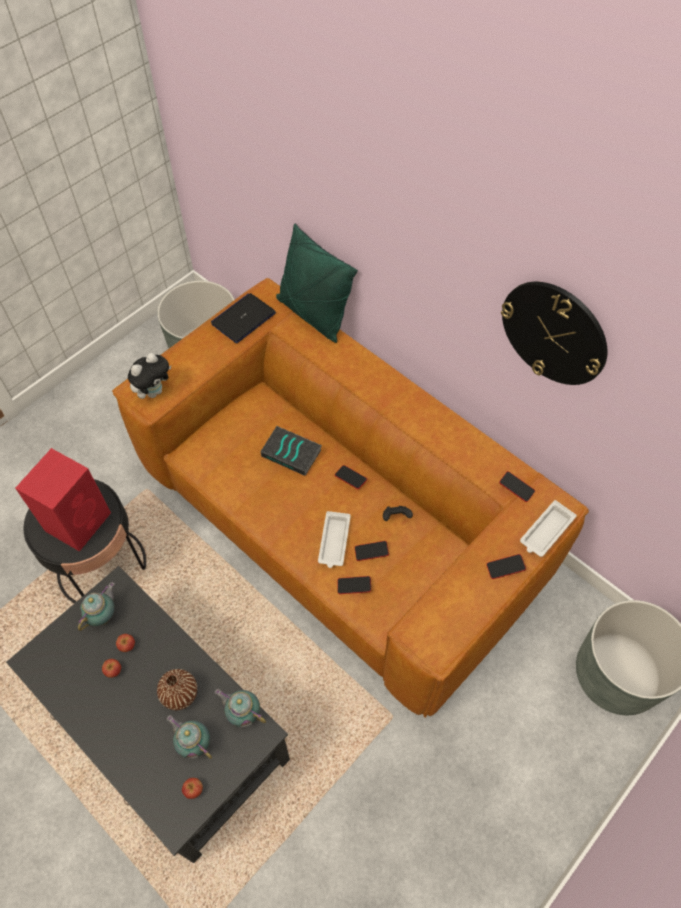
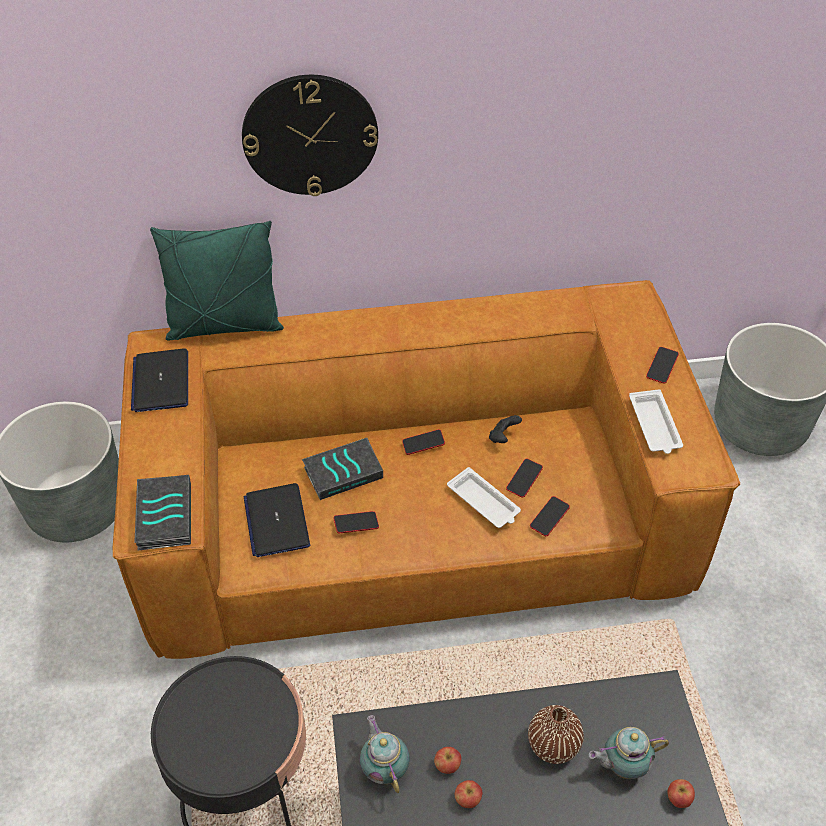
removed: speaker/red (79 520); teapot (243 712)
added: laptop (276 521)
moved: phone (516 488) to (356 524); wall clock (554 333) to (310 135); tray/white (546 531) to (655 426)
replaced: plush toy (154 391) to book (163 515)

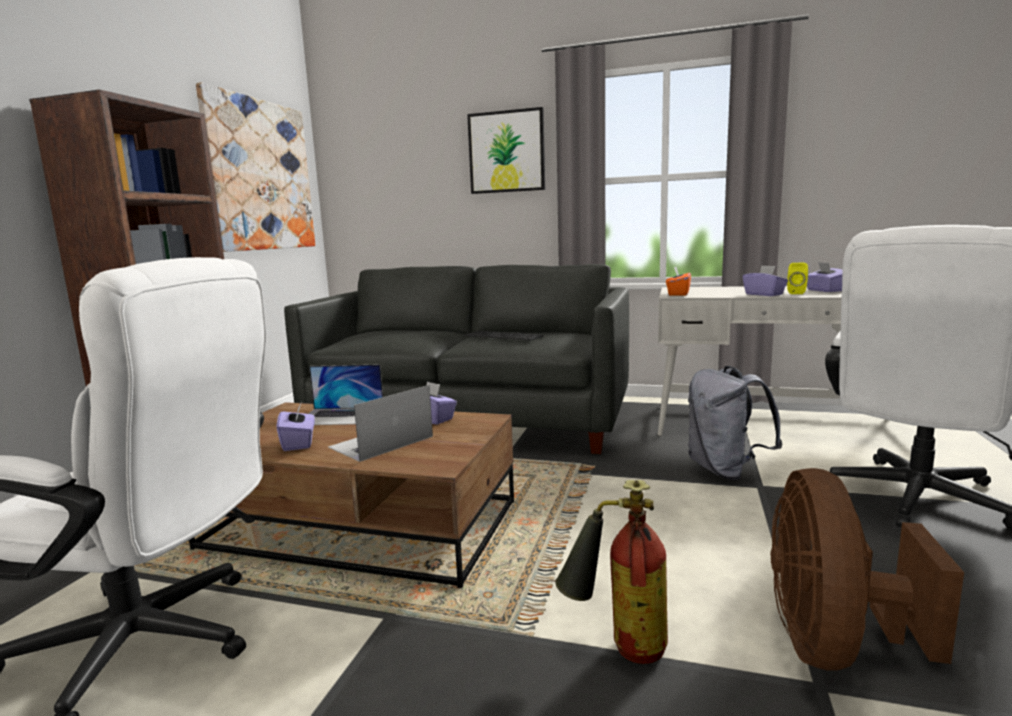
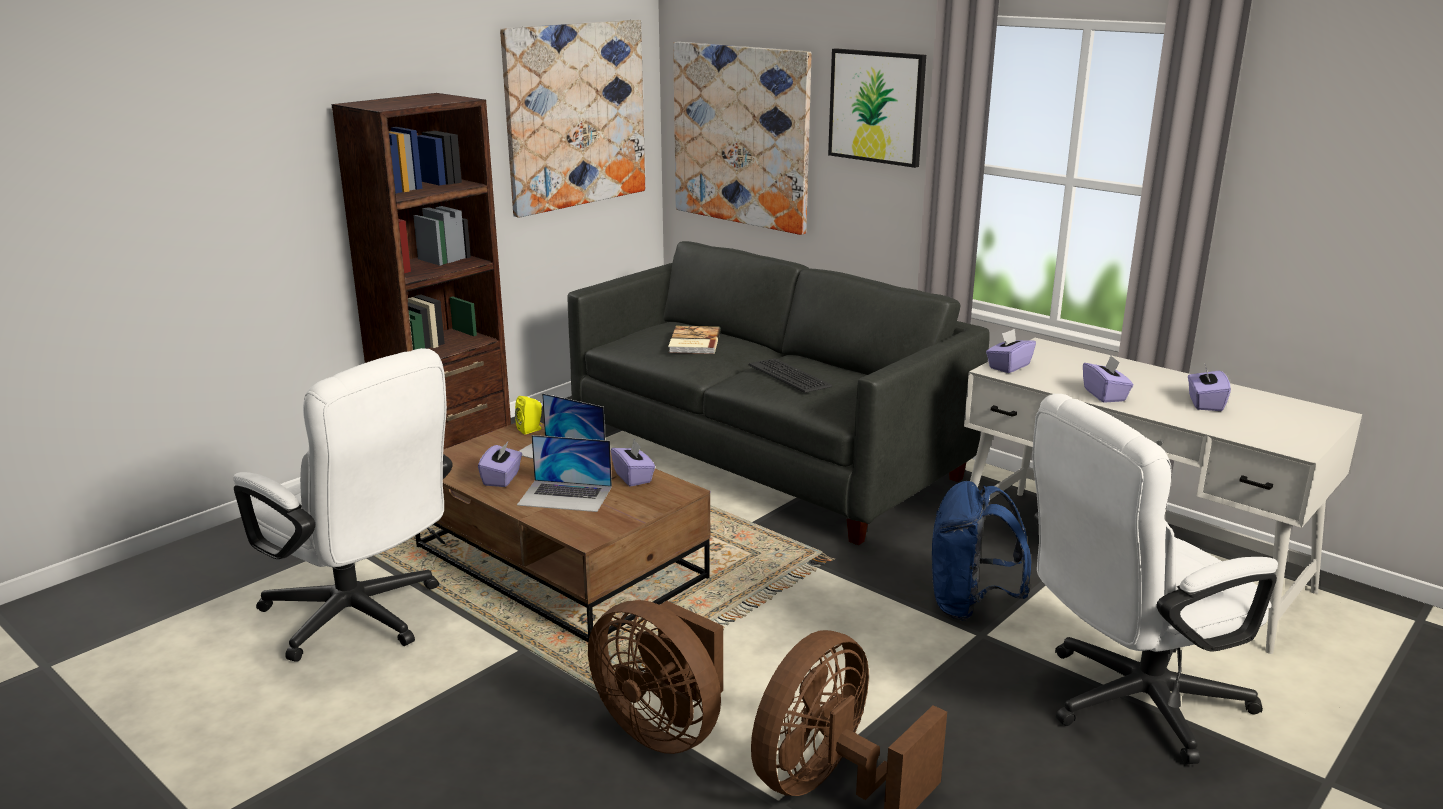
added: book (693 342); picture (741 136)
moved: speaker/yellow (797 293) to (531 429)
replaced: fire extinguisher (617 647) to fan/brown (663 728)
recoloured: tissue box/orange (678 294) to tissue box/purple (1008 366); backpack/grey (725 470) to backpack/blue (970 605)
turned: laptop (381 442) = (565 496) 150 degrees counterclockwise

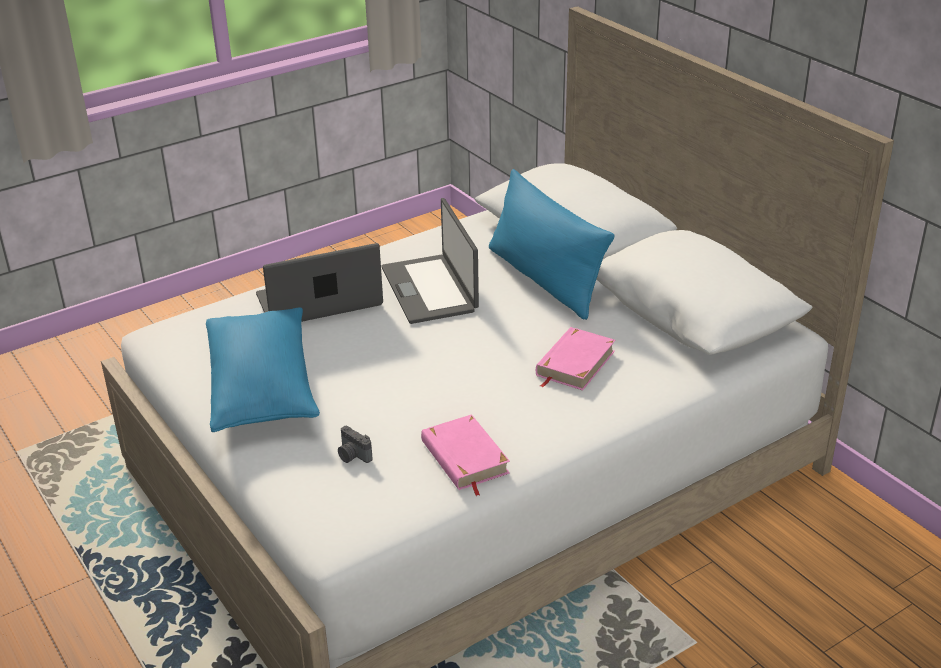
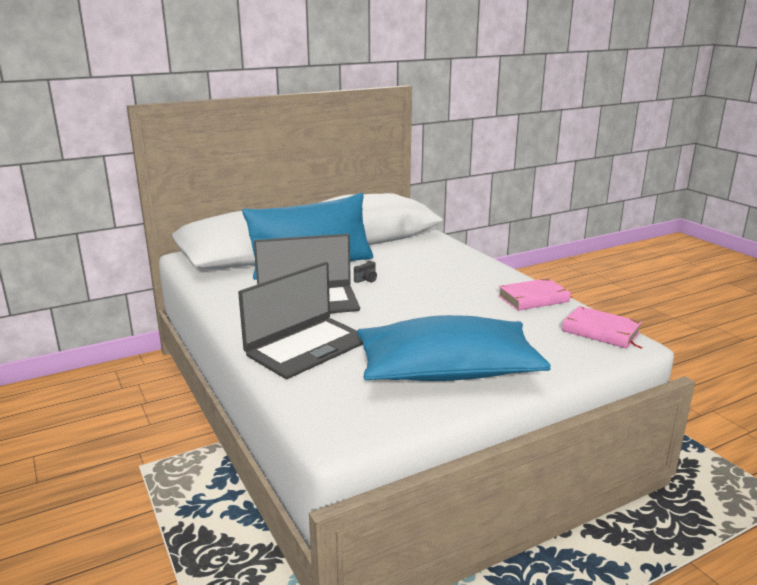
moved: photo camera (352 456) to (367 280); book/pink (574 363) to (601 332)
turned: laptop (320 302) = (307 347) 120 degrees counterclockwise

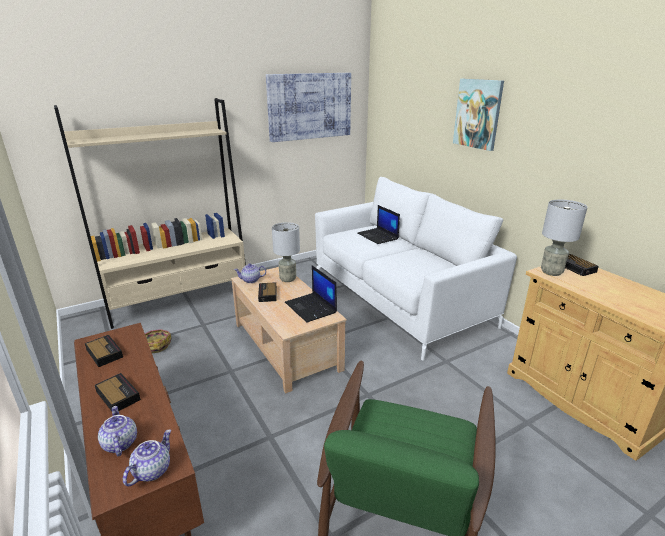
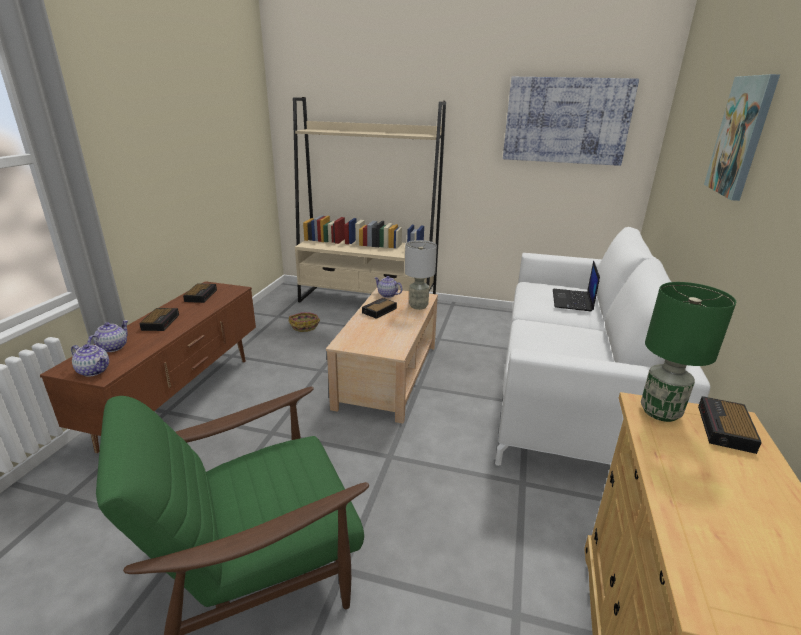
removed: laptop (311 308)
recoloured: table lamp/grey (551 272) to table lamp/green (659 411)
turned: teapot (152 470) = (94 371) 45 degrees clockwise

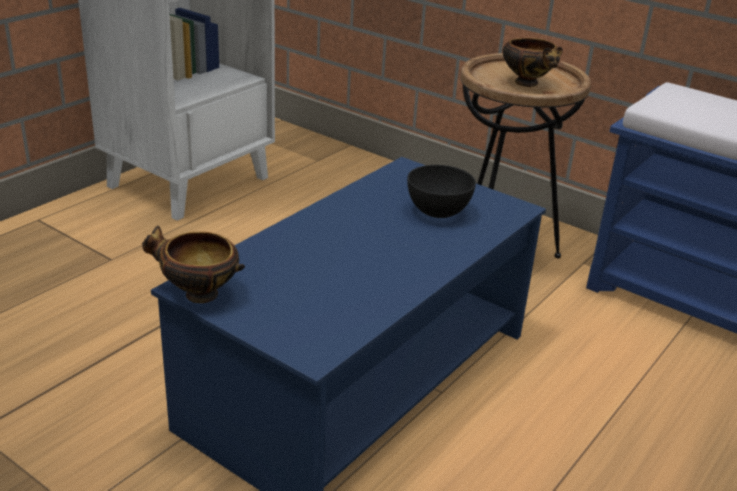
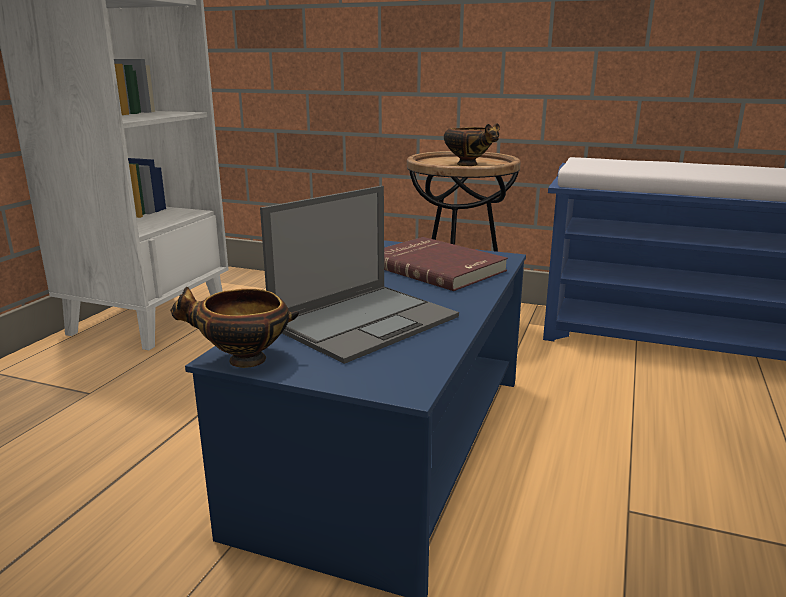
added: laptop (366 321)
replaced: bowl/black (438 211) to book/red (437 267)

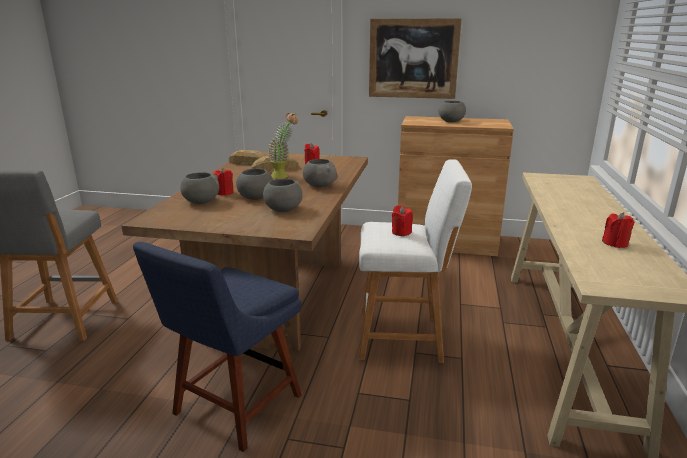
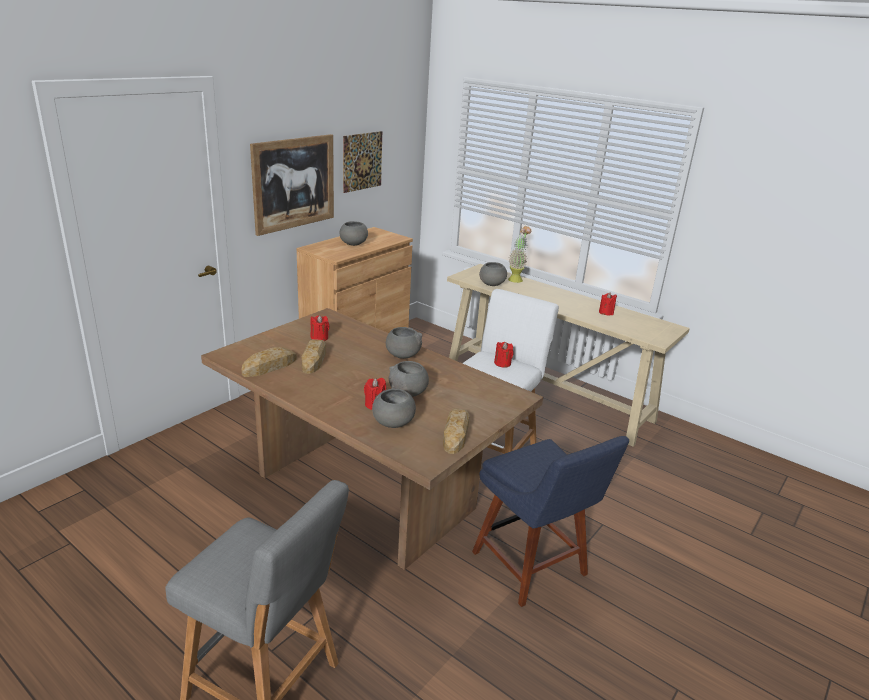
added: picture (362 161); bread (456 434)
moved: bowl/grey (283 209) to (492 284); potted plant (284 176) to (516 279)

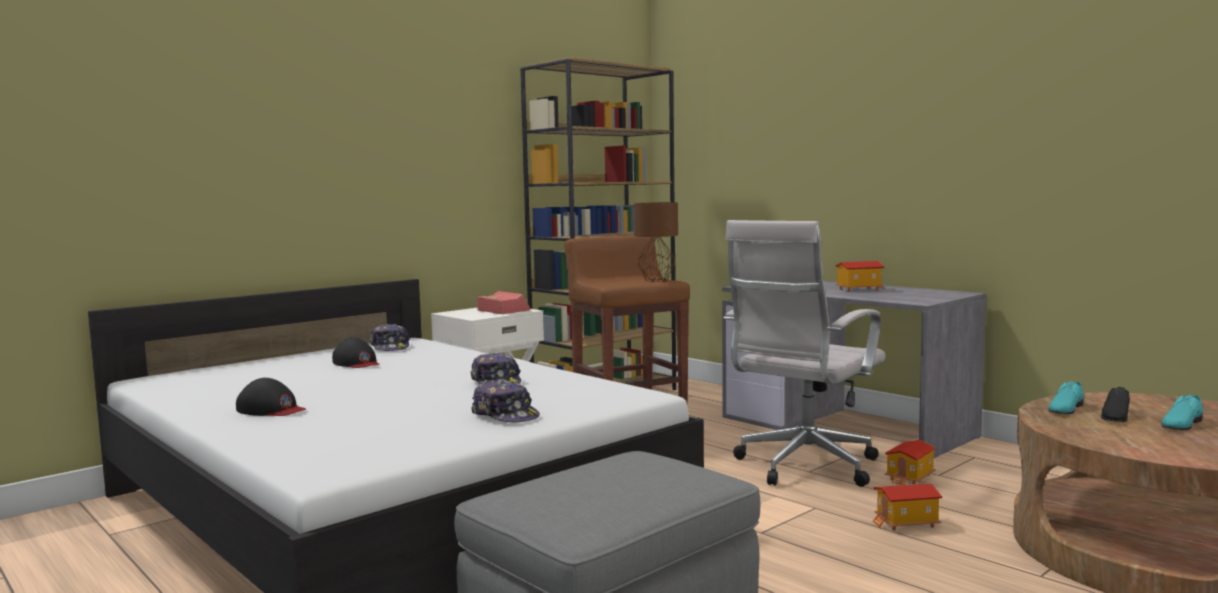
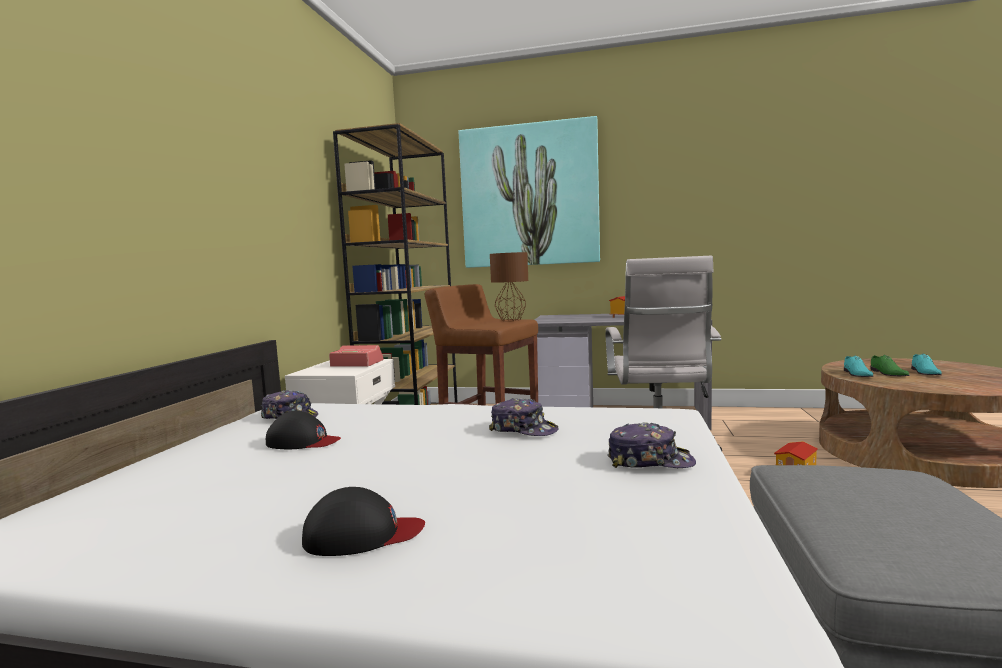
removed: toy house (910 478)
added: picture (529 196)
recoloured: shoe/black (1115 416) to shoe/green (887 373)

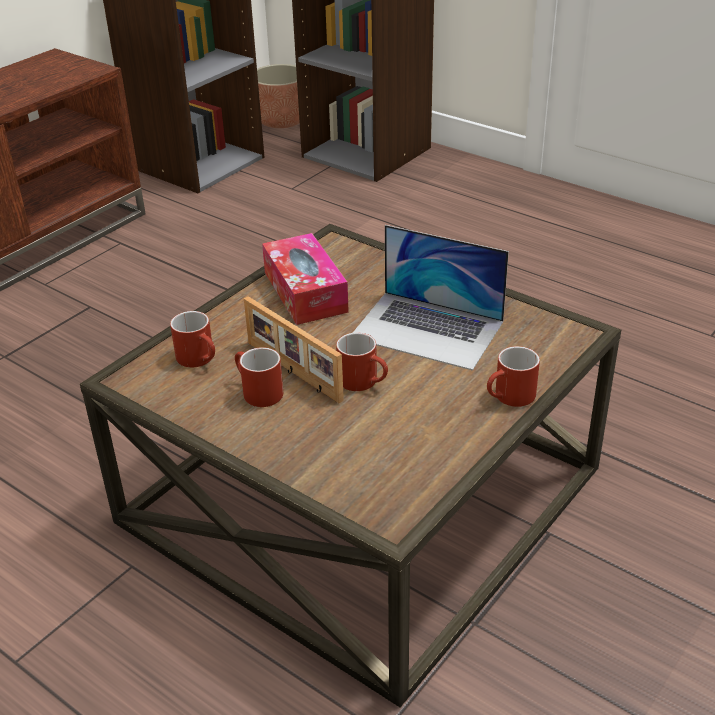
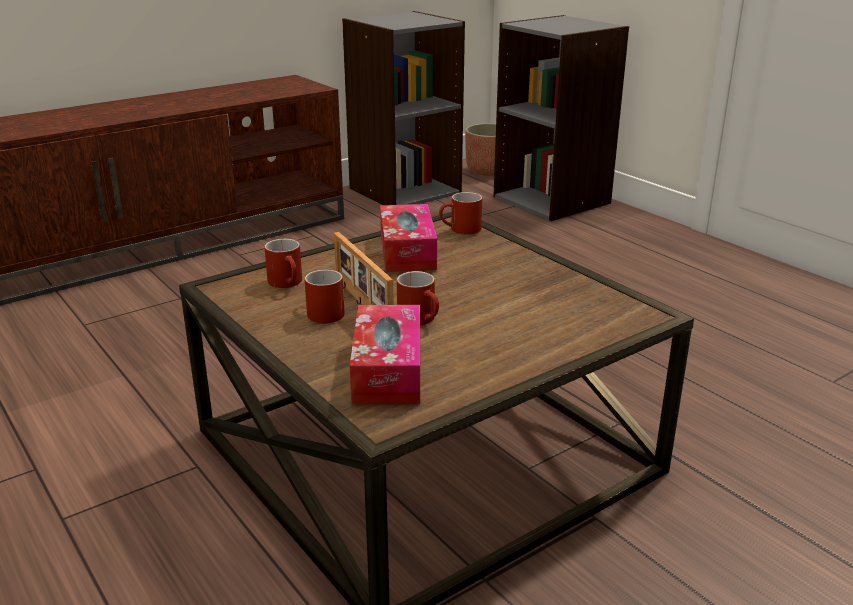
removed: laptop (427 329)
added: tissue box (387 370)
moved: mug/red (510 398) to (460 230)

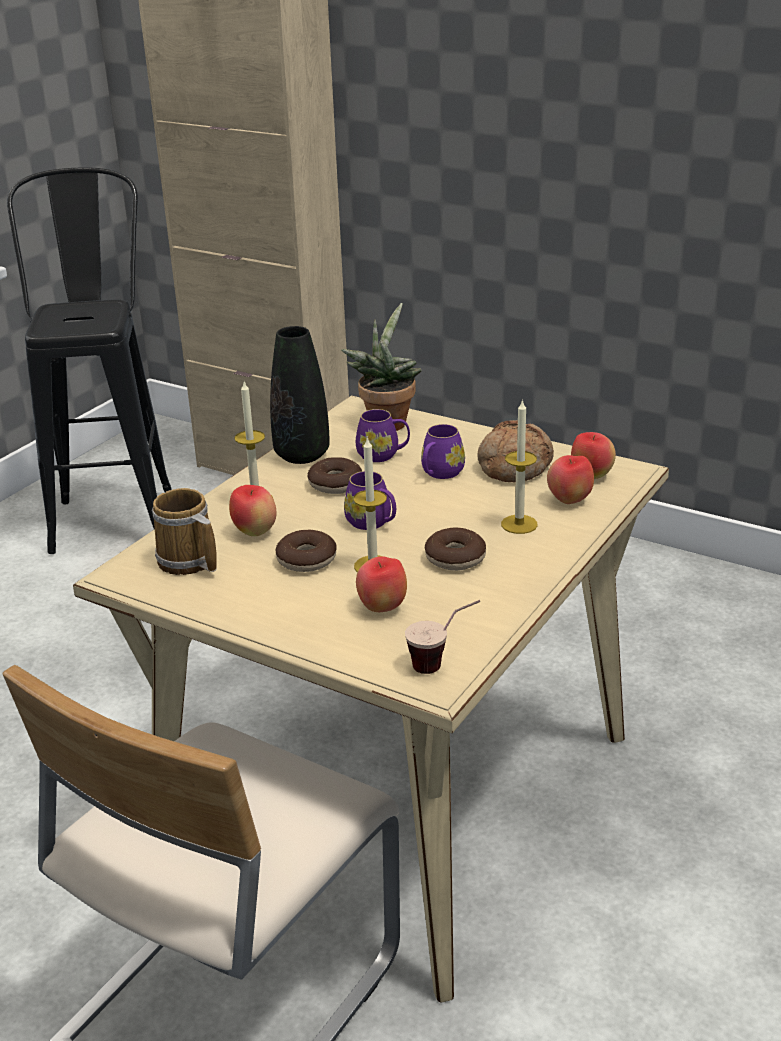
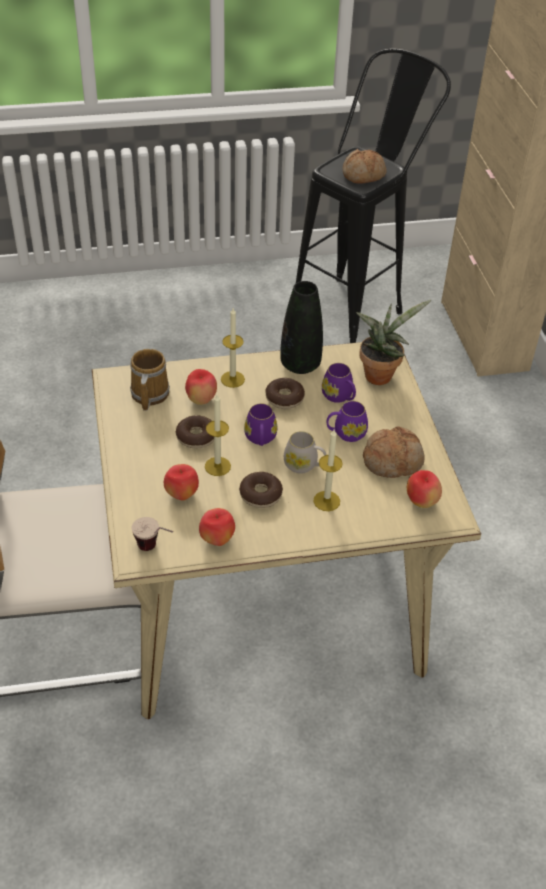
added: mug/white (304 465); bread (363 175)
moved: apple (569 501) to (217 539)

